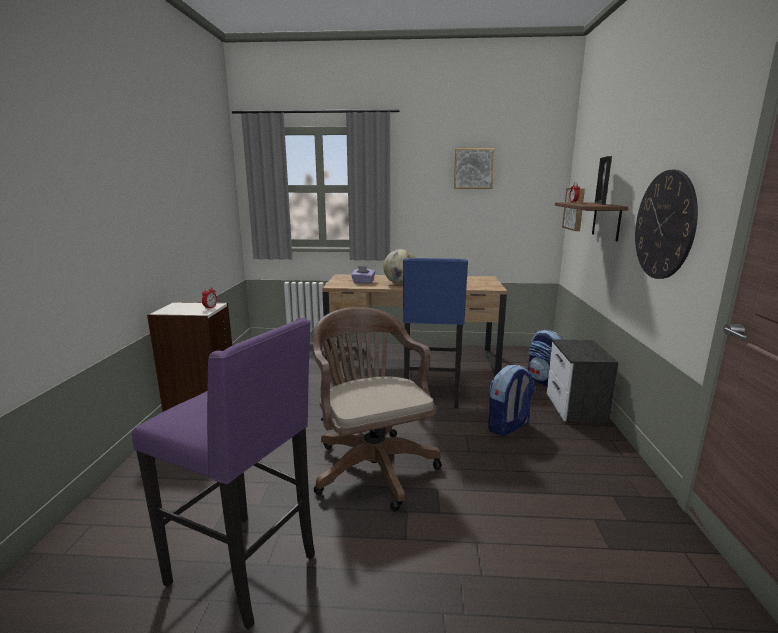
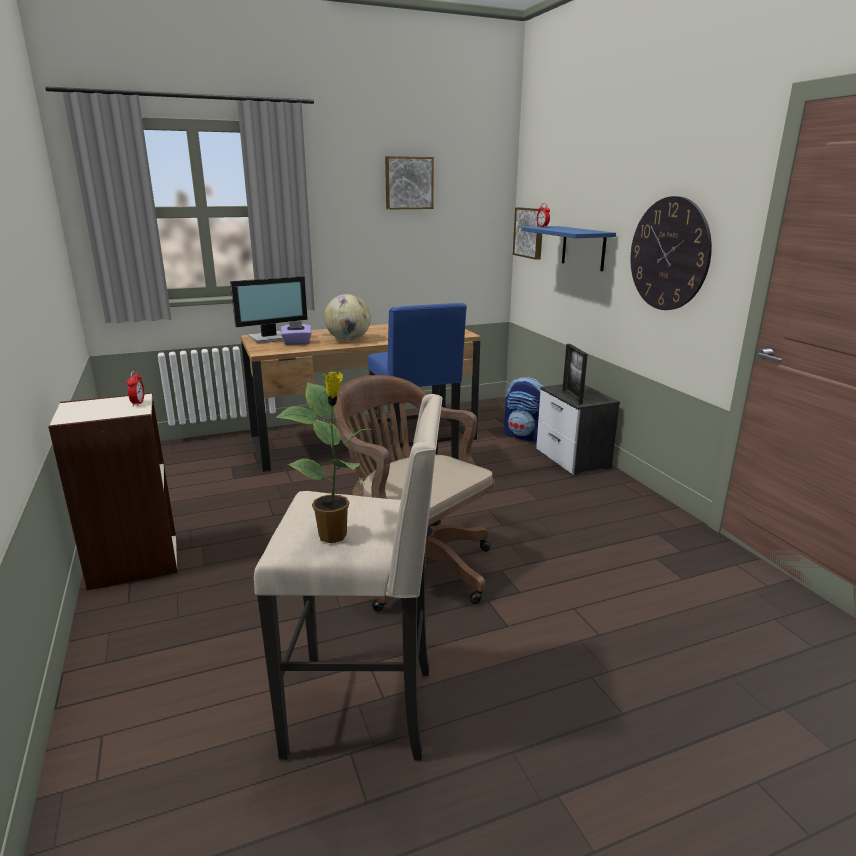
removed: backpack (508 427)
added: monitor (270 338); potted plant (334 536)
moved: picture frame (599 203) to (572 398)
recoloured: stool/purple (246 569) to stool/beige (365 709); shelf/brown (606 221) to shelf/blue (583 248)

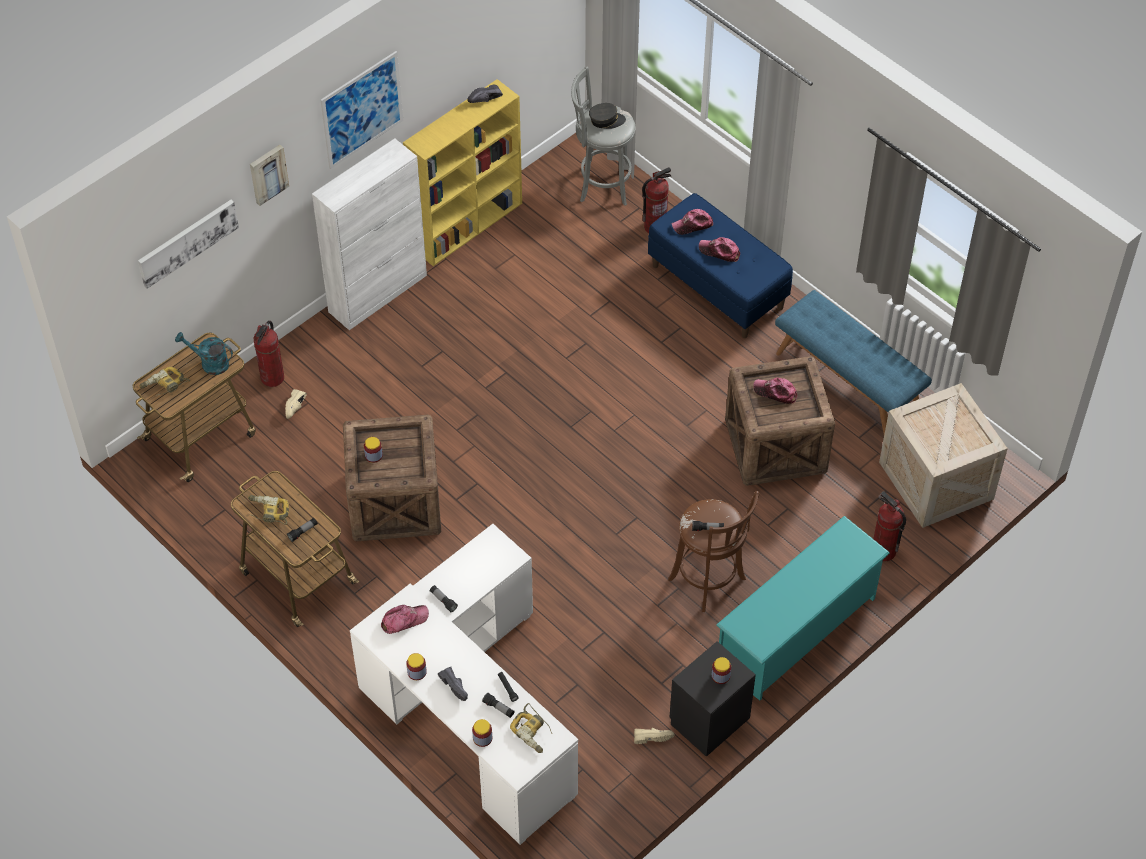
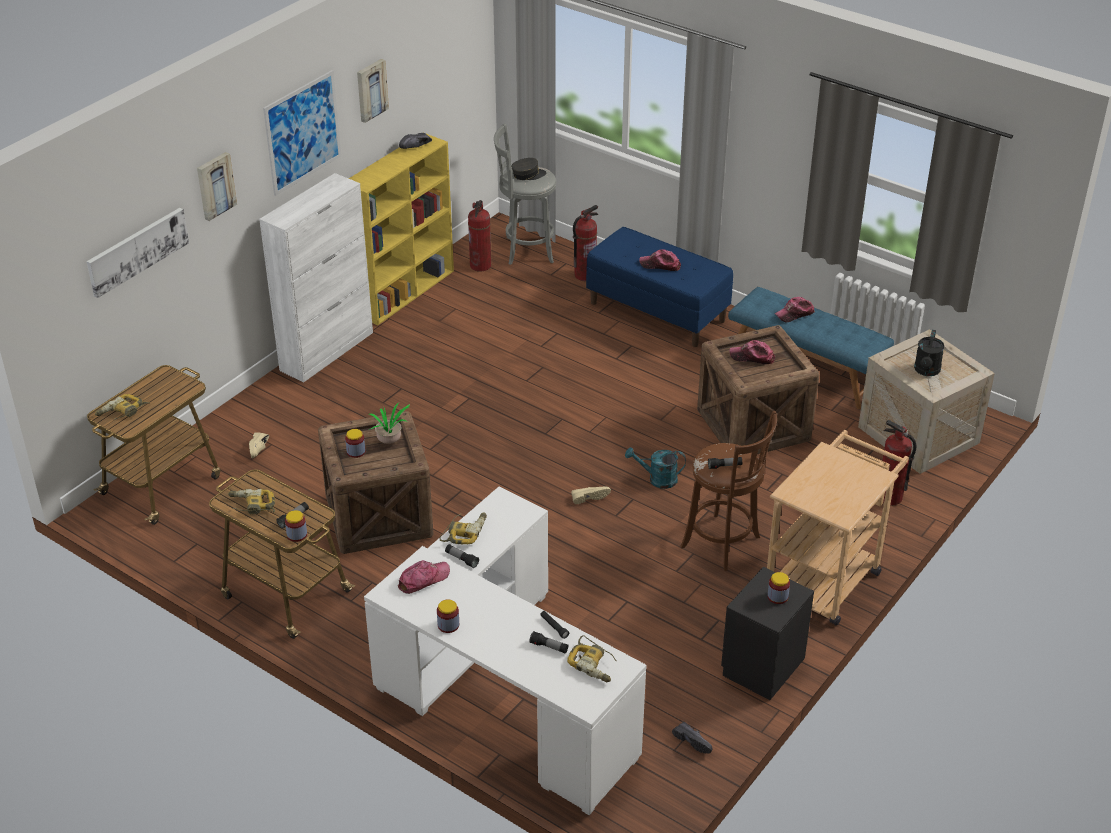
added: picture (371 90); potted plant (391 442); power drill (464 531); watering can/black (926 371)
moved: watering can/turquoise (210 363) to (657 479); fire extinguisher (272 378) to (480 266); shoe/black (456 686) to (694 741); jar (482 738) to (297 535); shoe/beige (652 736) to (589 497); cap (692 225) to (794 314)
replaced: shoe rack/turquoise (797 631) to cart/beige (827 575)

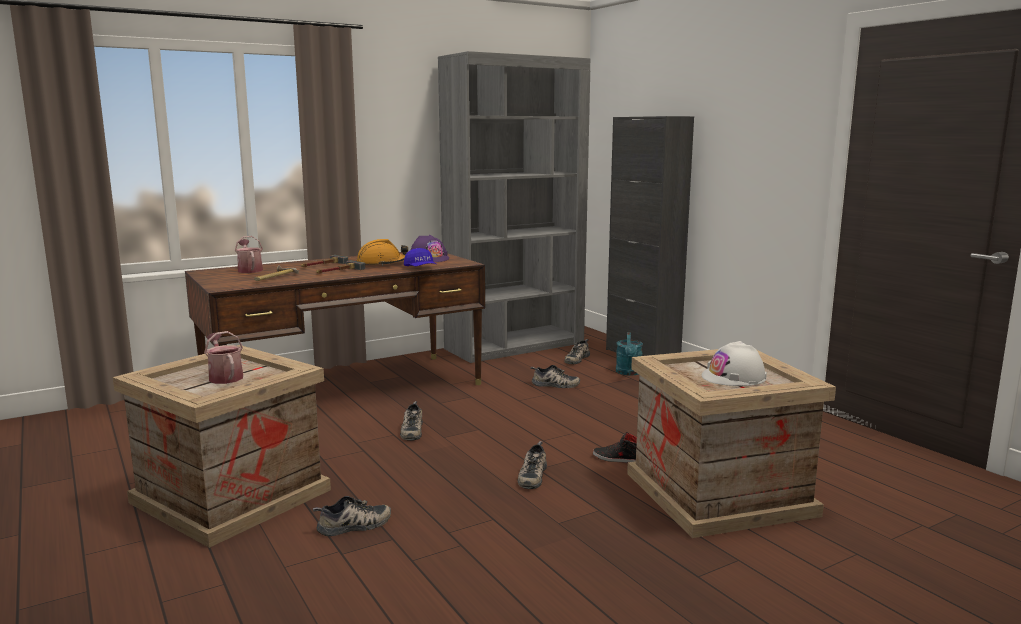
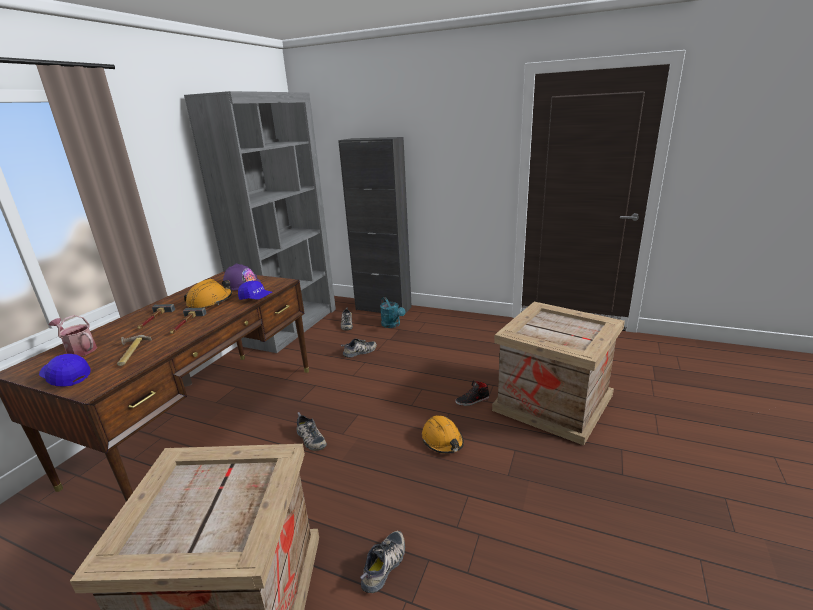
removed: watering can (224 377); hard hat/white (734 377)
added: cap/blue (66 377)
replaced: shoe (532 475) to hard hat/orange (442 441)

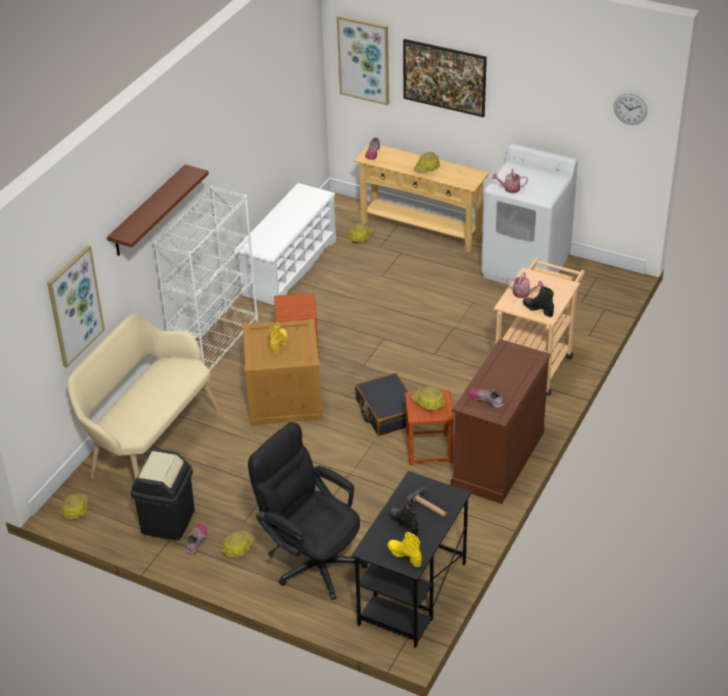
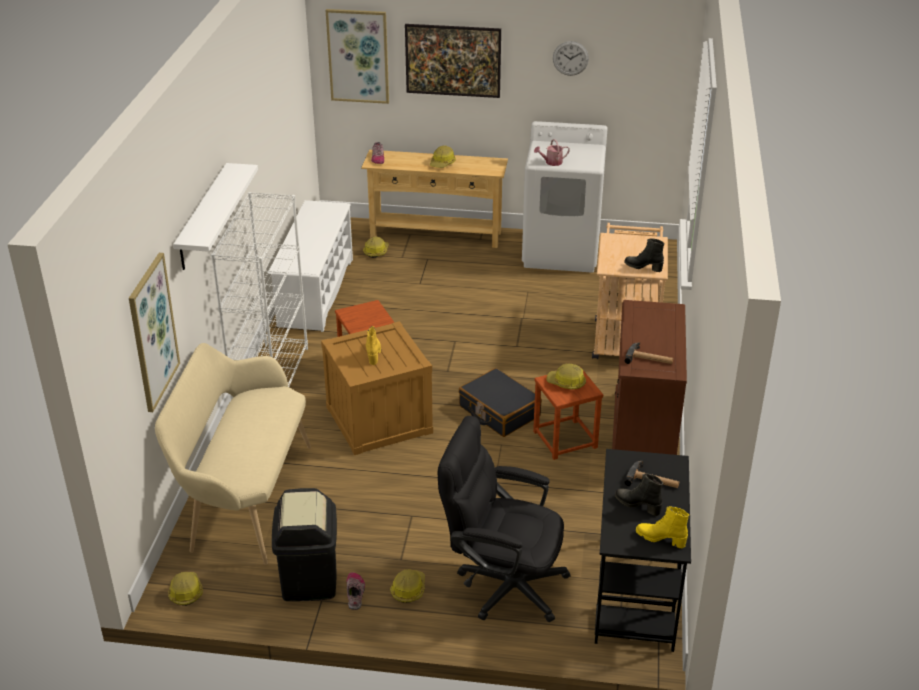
removed: watering can (523 293)
moved: wall clock (630 109) to (570 58)
replaced: shoe (486 399) to hammer (649 359)
recoloured: shelf/brown (149 211) to shelf/white (203 217)

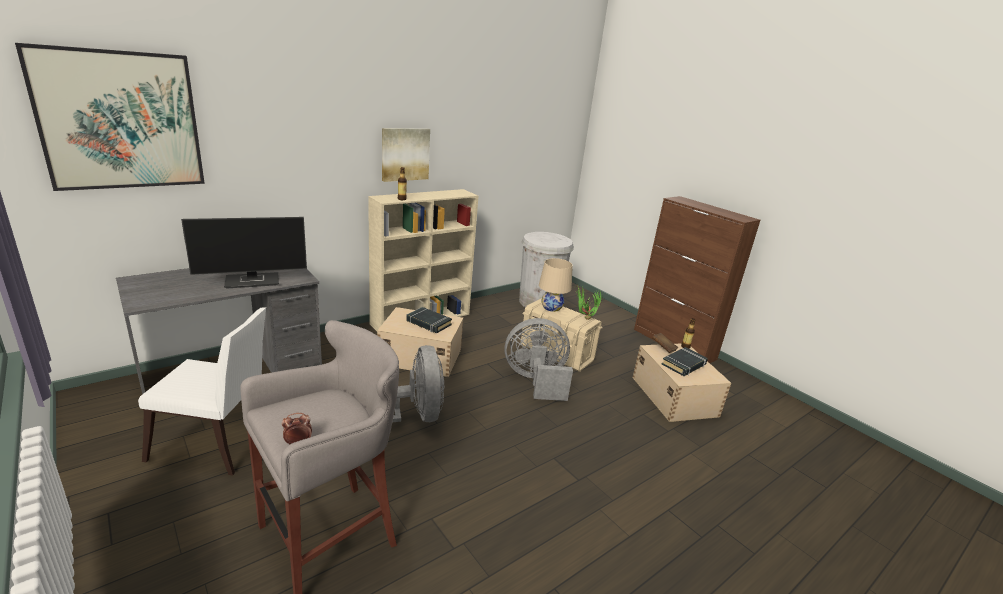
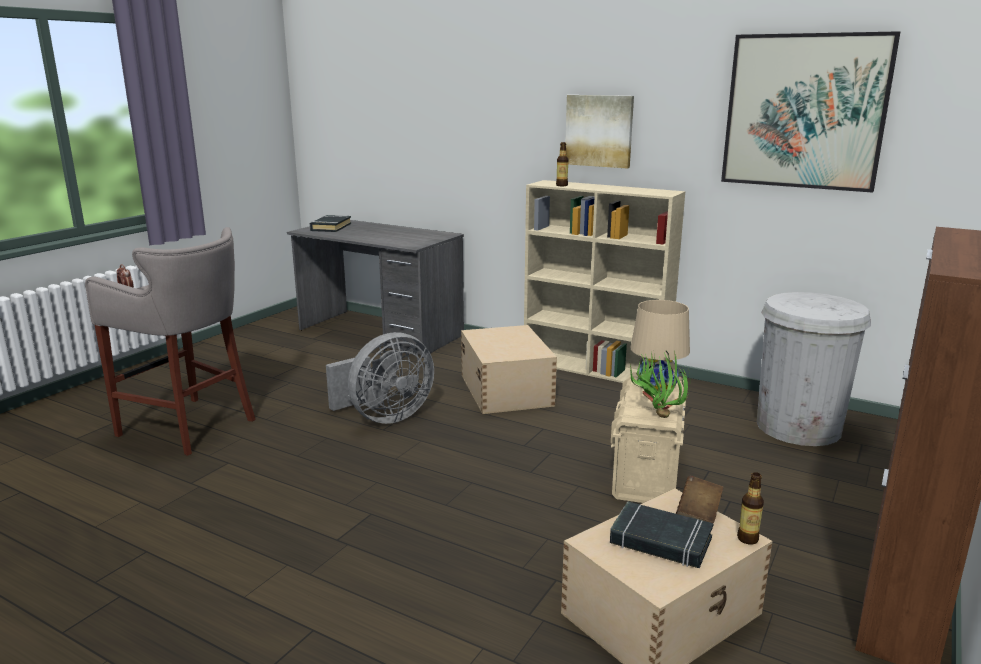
removed: chair/white (219 443); monitor (253 281); fan/grey (536 381)
moved: picture (120 121) to (804 112); book/black (428 323) to (330 227)

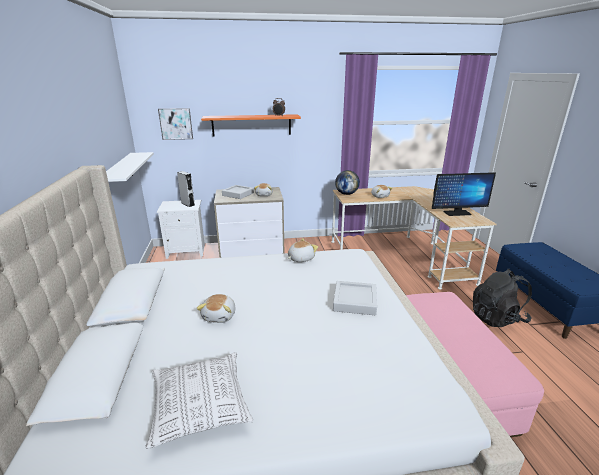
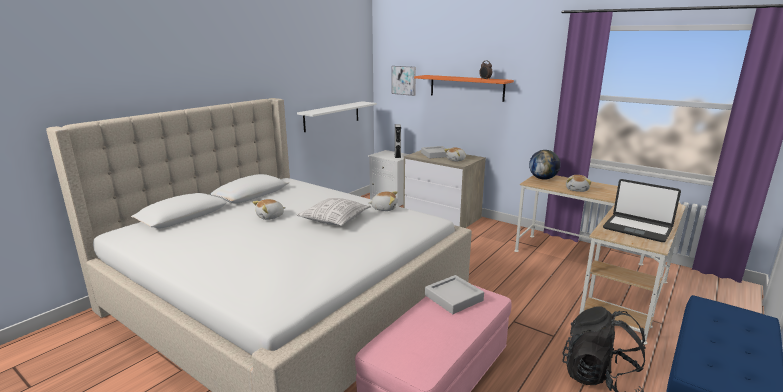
moved: pillow (200 406) to (335 220); tray/grey (355 301) to (453 298)
replaced: monitor (457 213) to laptop (637 229)

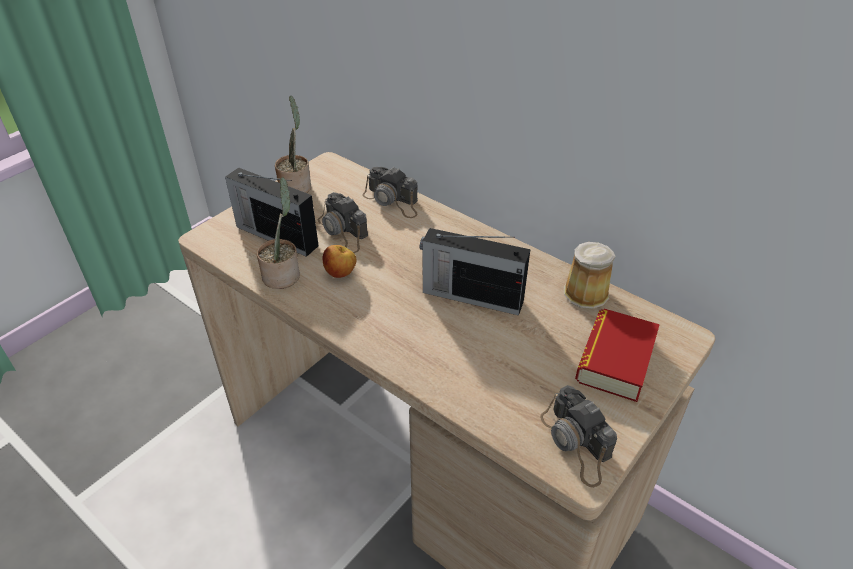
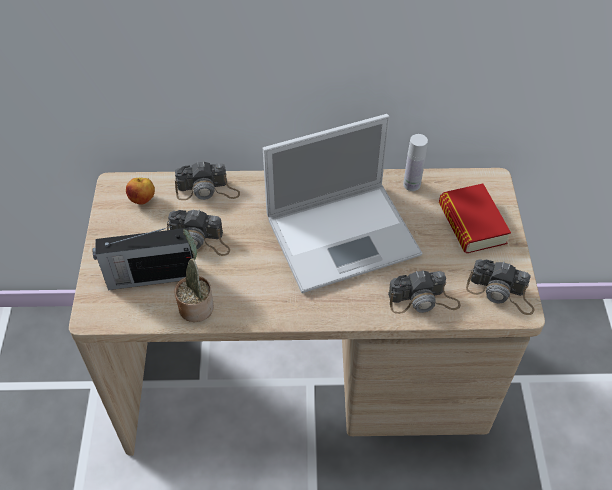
removed: potted plant (296 186)
added: photo camera (423 300)
moved: apple (341 274) to (143 199)
replaced: radio (470 296) to laptop (345 234); mug (586 292) to bottle/white (411 184)

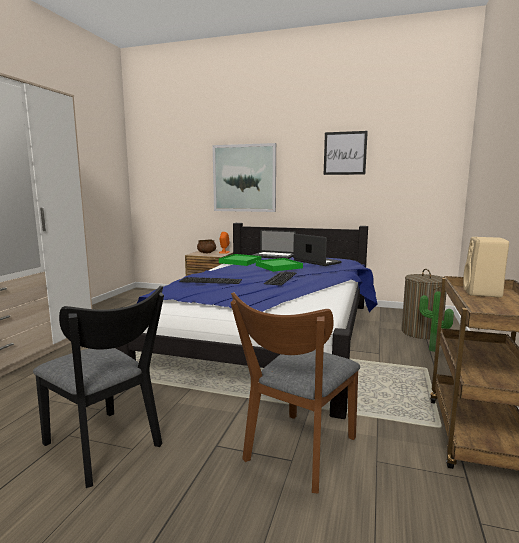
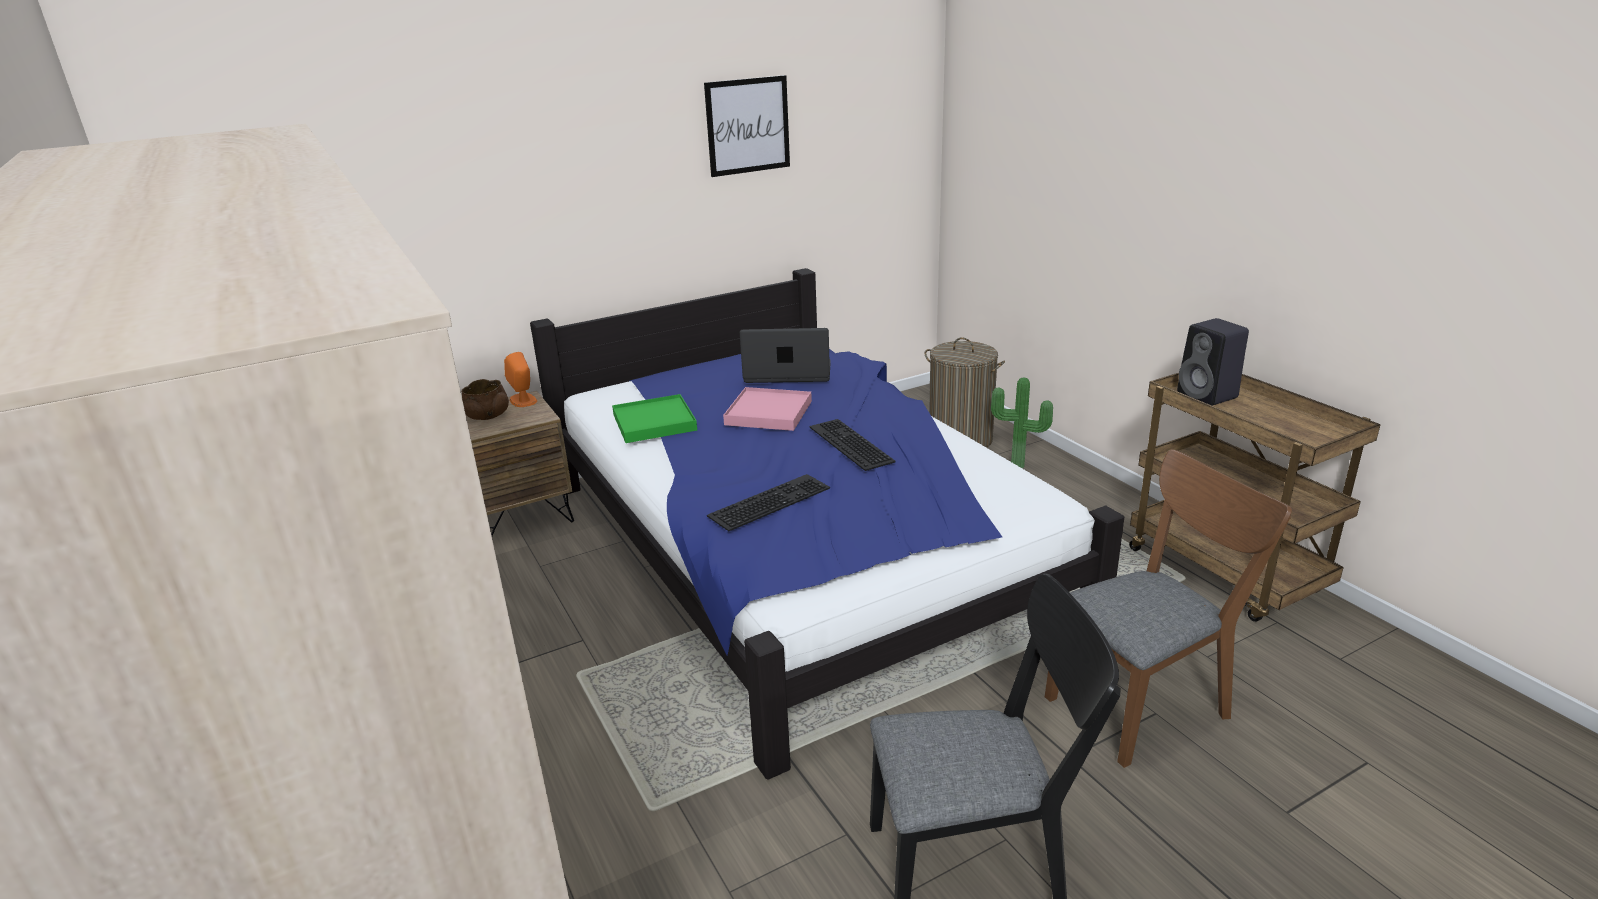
removed: picture (244 178); laptop (273 256)
recoloured: tray/green (278 267) to tray/pink (768 413); speaker/beige (482 293) to speaker/black (1209 396)
turned: chair/brown (297 453) = (1146 701) 105 degrees counterclockwise

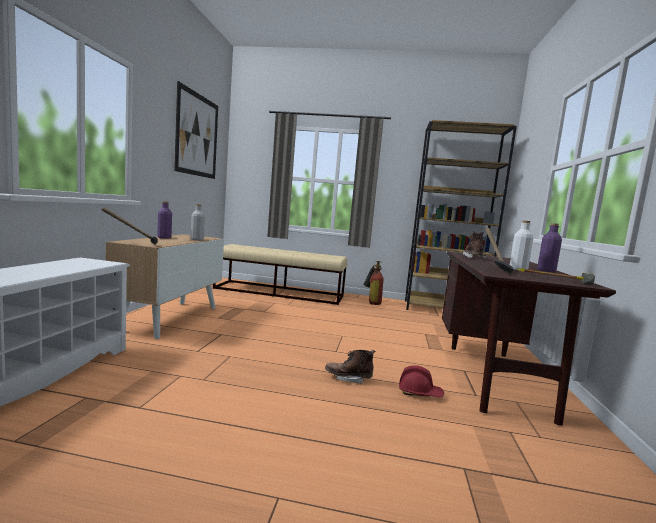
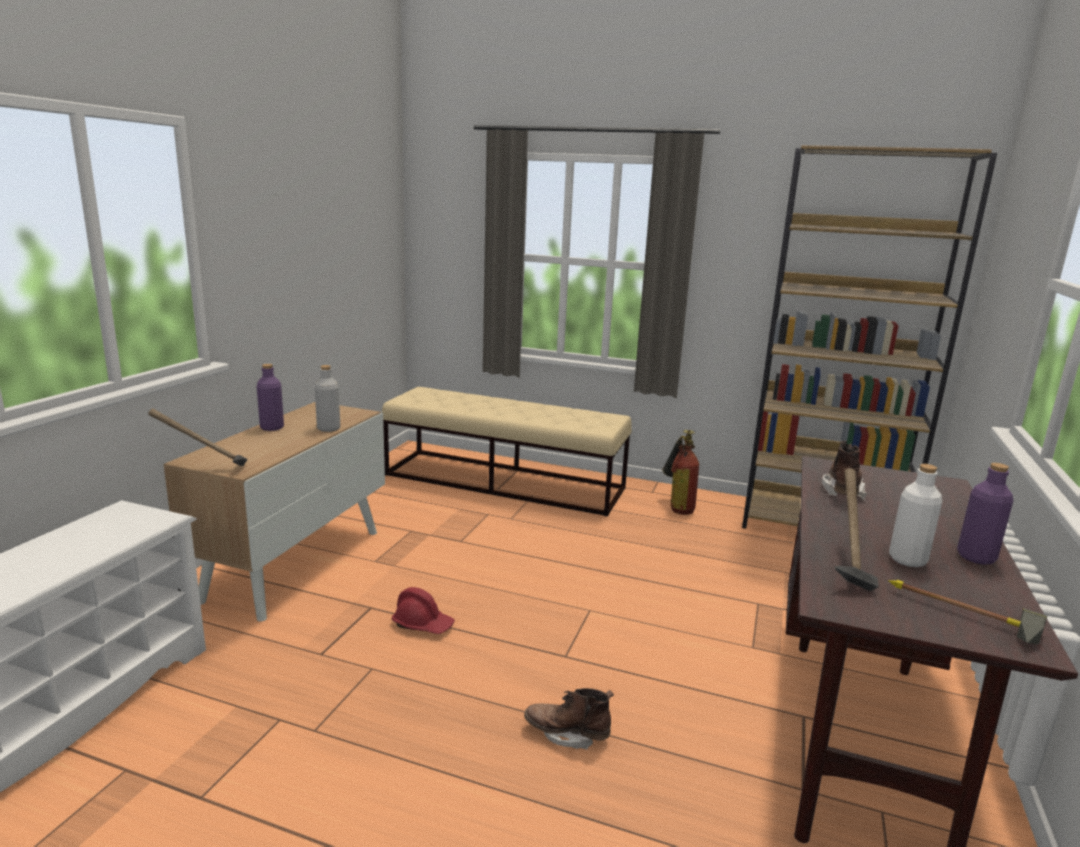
removed: picture (197 135)
moved: hard hat/red (419 393) to (423 624)

